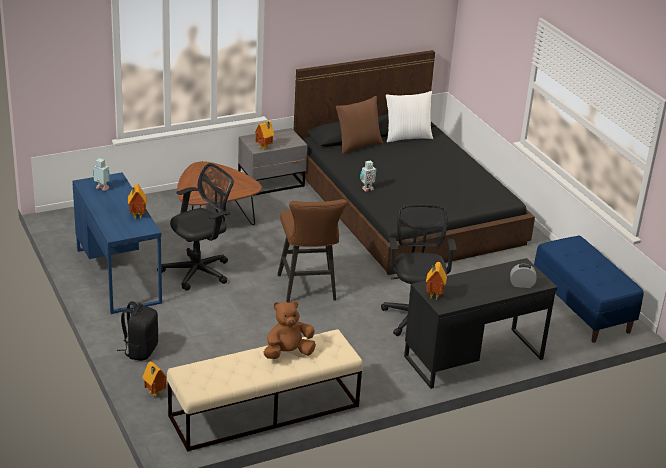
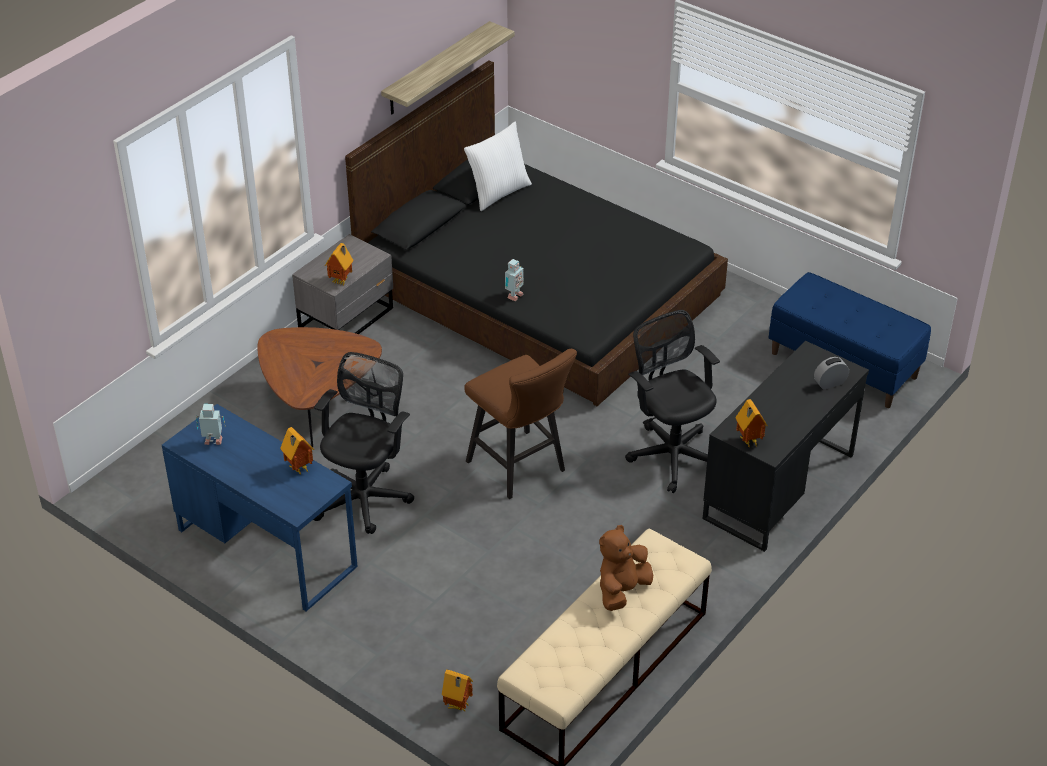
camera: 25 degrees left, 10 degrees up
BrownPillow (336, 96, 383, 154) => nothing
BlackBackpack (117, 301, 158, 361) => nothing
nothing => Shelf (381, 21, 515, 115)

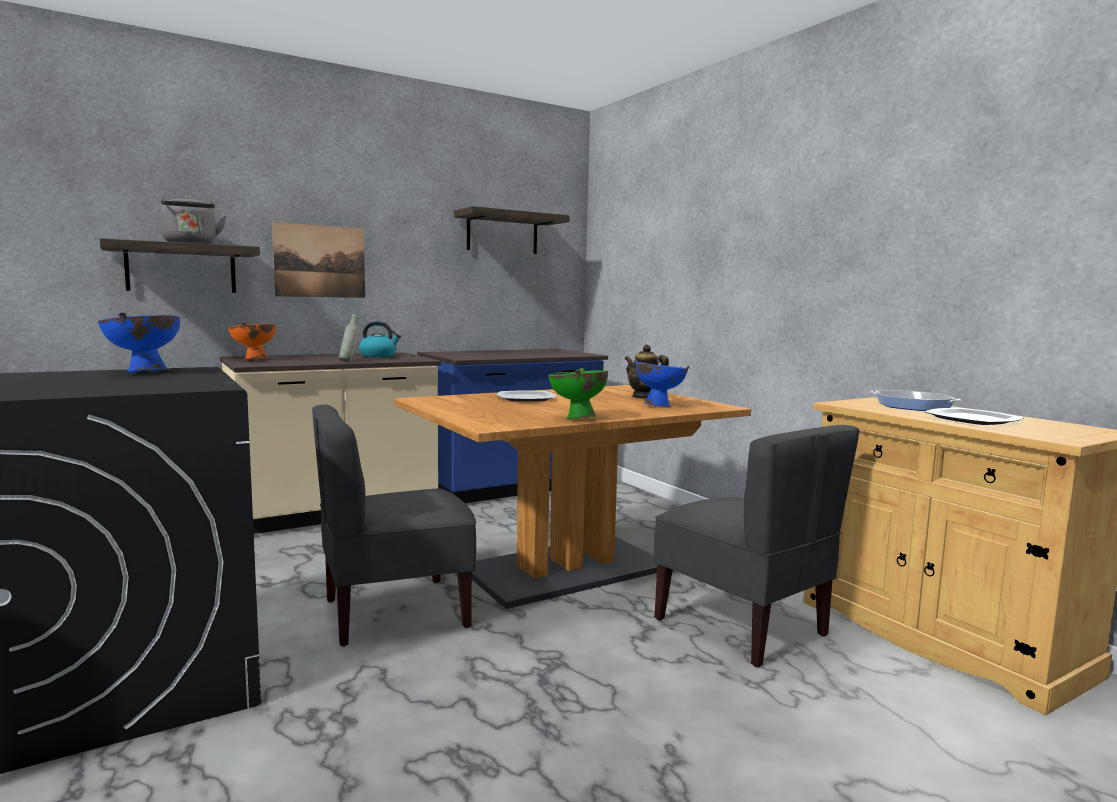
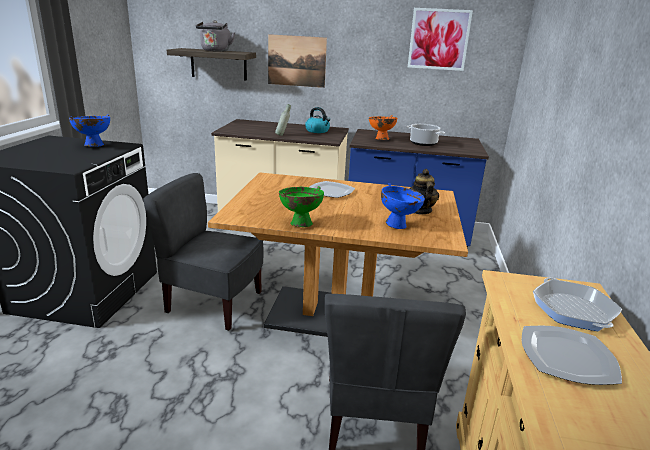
camera: 40 degrees right, 15 degrees up
Shelf (454, 206, 570, 254) => Picture (408, 8, 473, 71)
OrangeBowl (228, 322, 276, 360) => OrangeBowl (369, 115, 397, 140), moved
nothing => CookingPot (406, 124, 445, 146)

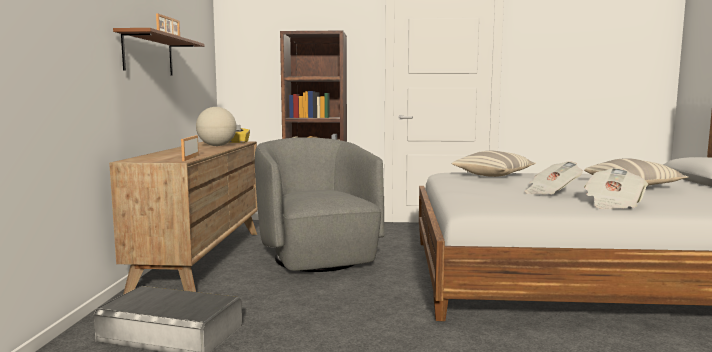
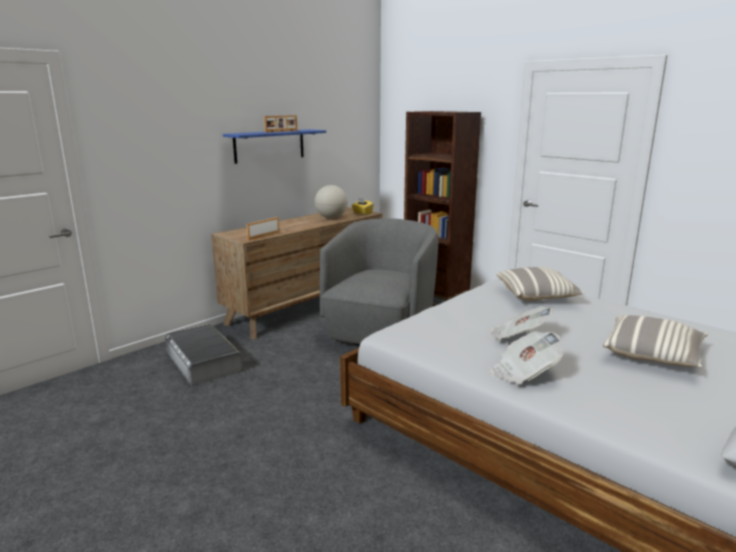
camera: 40 degrees right, 10 degrees up
BrownShelf (113, 28, 204, 76) => BlueShelf (223, 129, 326, 164)

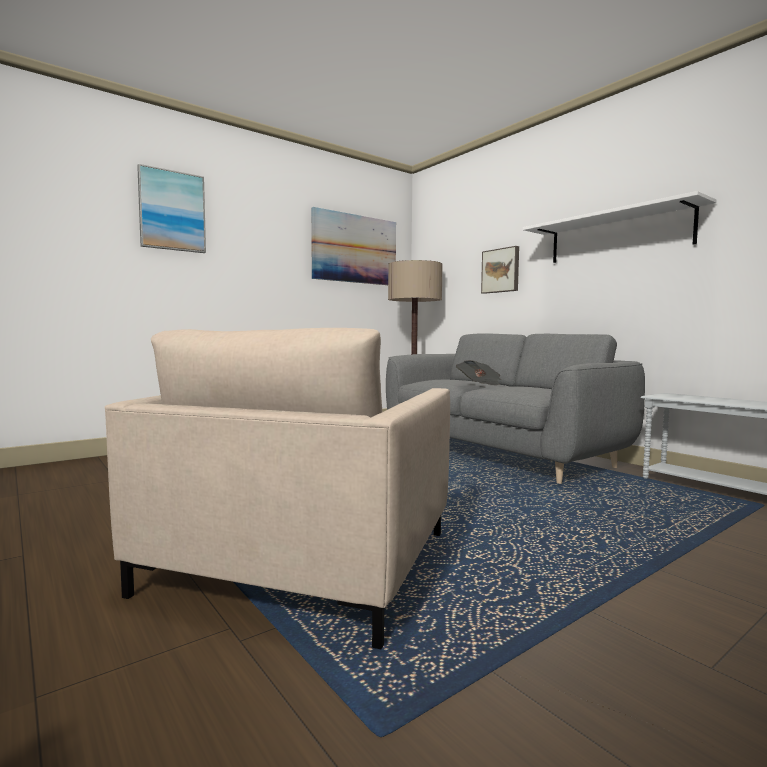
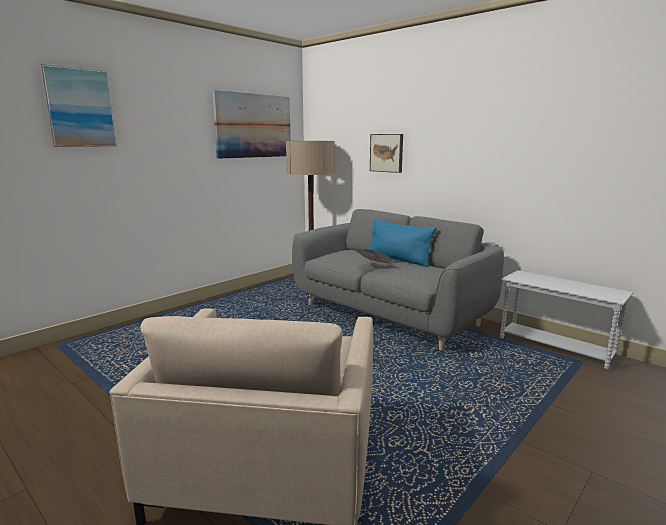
camera: 10 degrees left, 10 degrees up
WhiteShelf (523, 191, 717, 263) => nothing
nothing => BluePillow (368, 219, 437, 267)

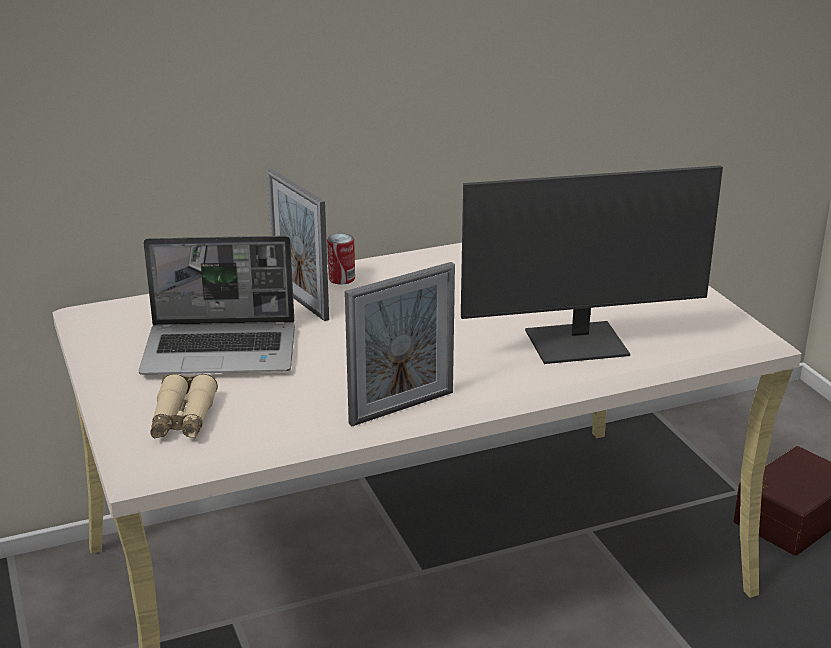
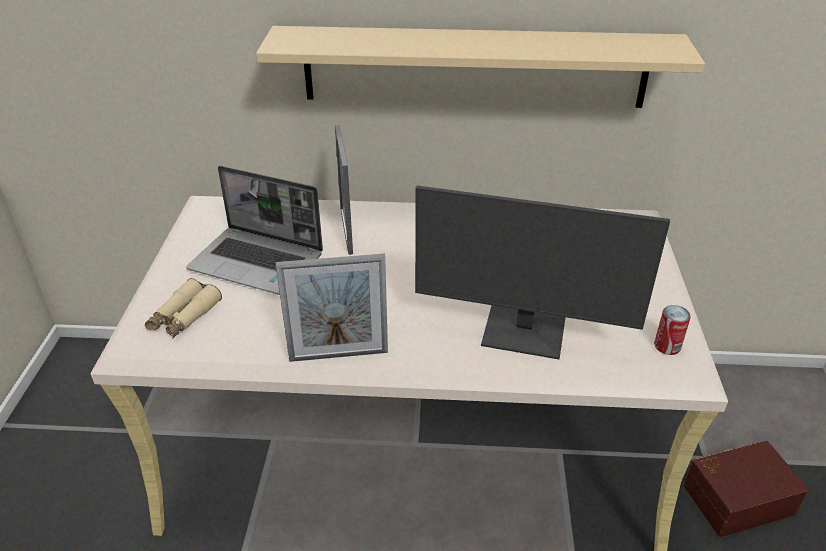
camera: 25 degrees right, 10 degrees up
Can (327, 233, 355, 285) => Can (654, 305, 691, 355), moved
nothing => BeigeShelf (256, 26, 705, 108)

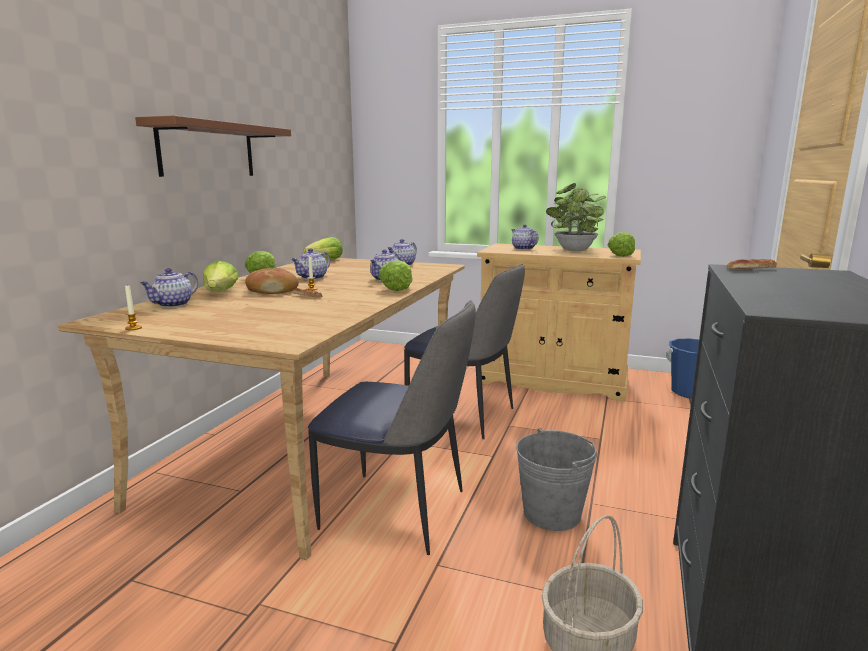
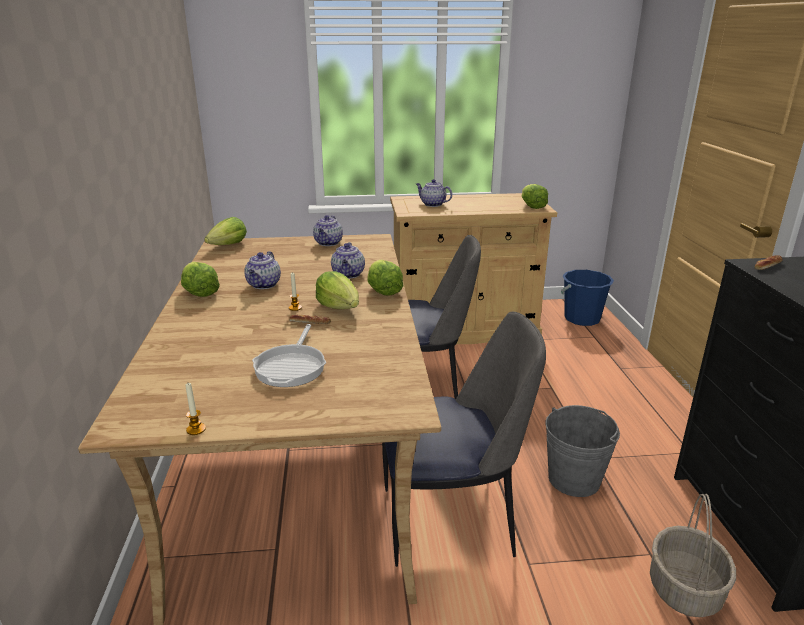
camera: 25 degrees left, 10 degrees up
BrownShelf (135, 115, 291, 177) => nothing
PottedPlant (546, 183, 606, 251) => nothing
Lettuce (203, 261, 239, 292) => Lettuce (316, 271, 359, 309), moved
Teapot (140, 268, 198, 307) => nothing
Bread (245, 268, 299, 294) => nothing
nothing => FryingPan (252, 324, 326, 387)

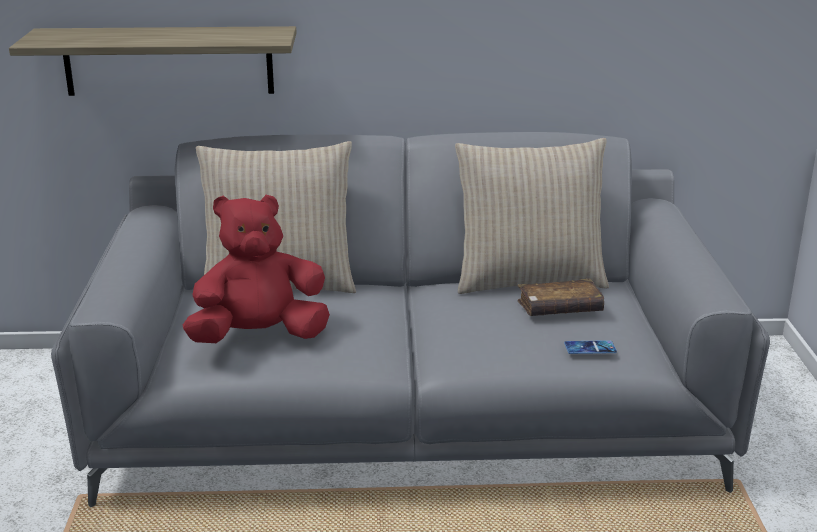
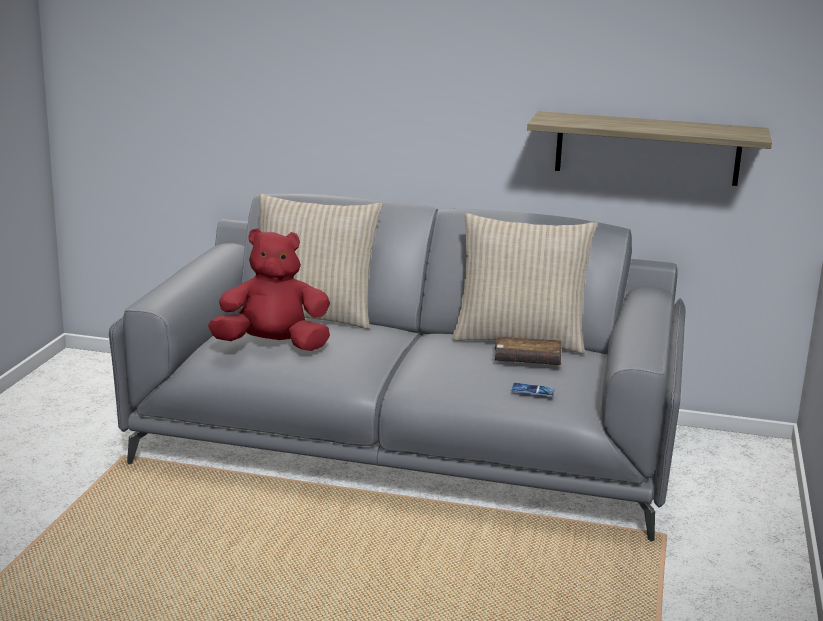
camera: 15 degrees right, 5 degrees down
Shelf (9, 26, 296, 96) => Shelf (527, 111, 772, 186), moved

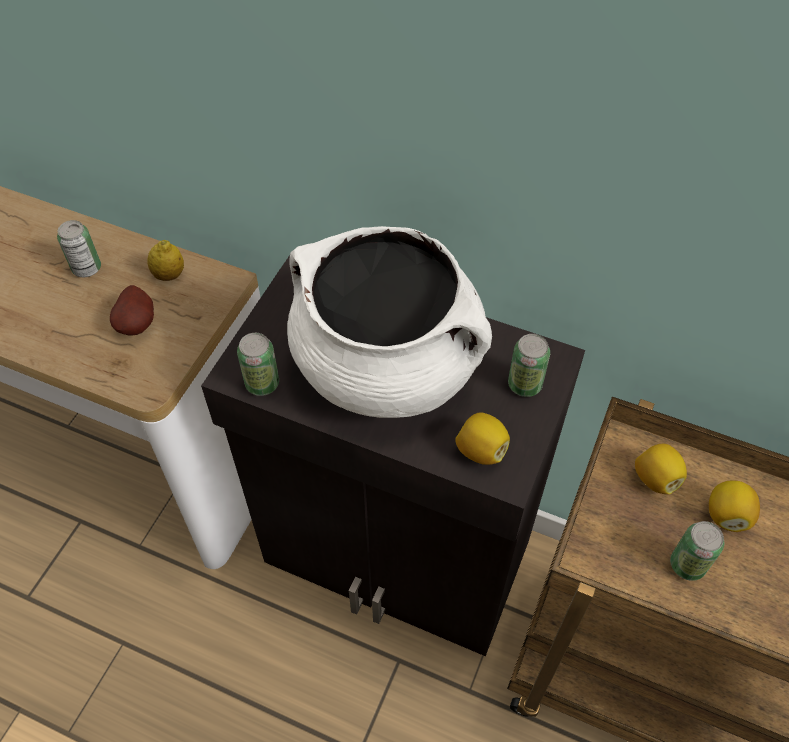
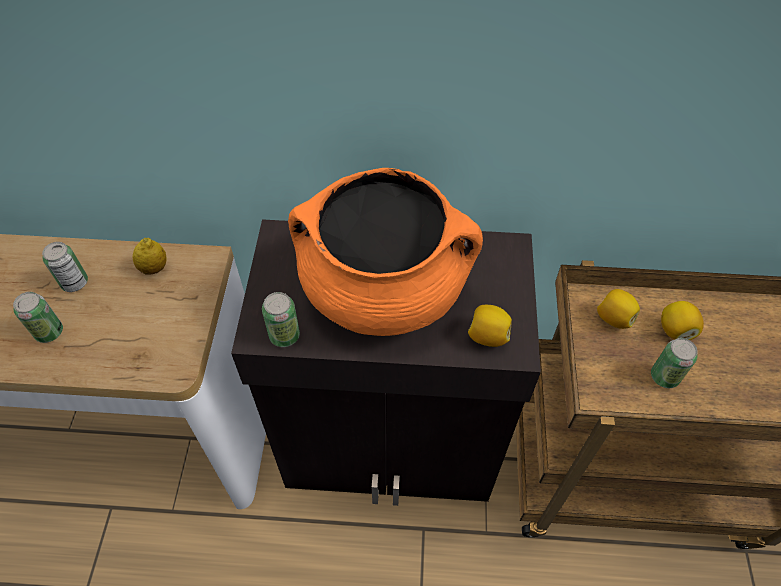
camera: 20 degrees left, 0 degrees up
WhiteCookingPot (287, 226, 492, 418) => OrangeCookingPot (288, 168, 483, 336)
Potato (110, 285, 154, 335) => nothing
Can (508, 334, 550, 397) => Can (13, 292, 63, 343), moved

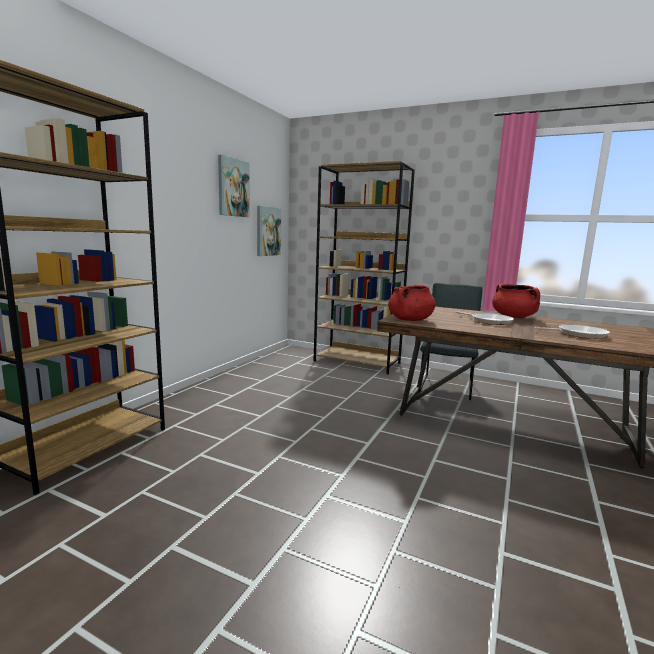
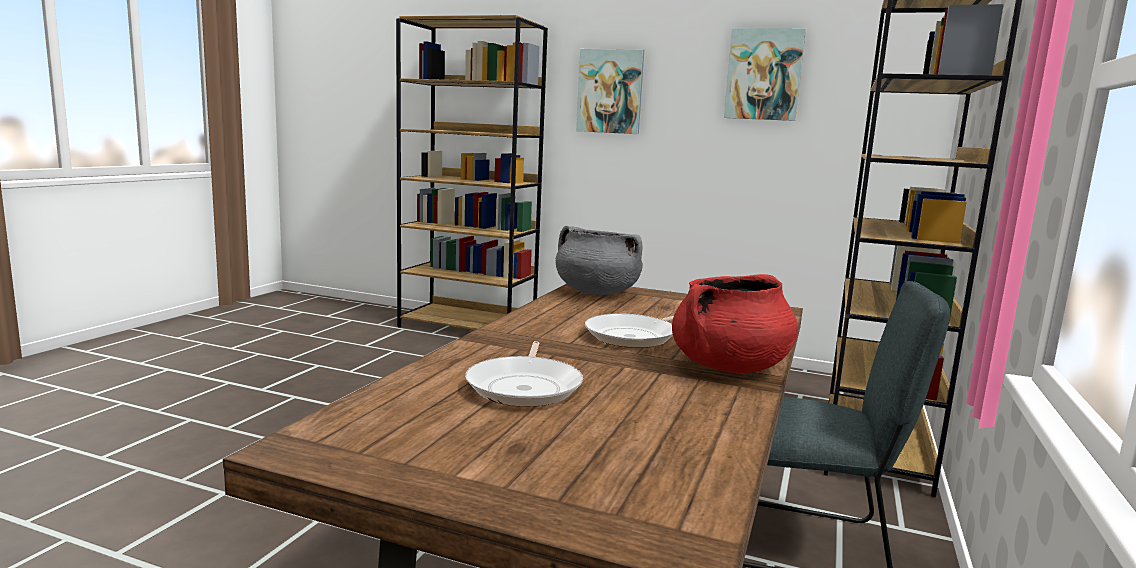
camera: 85 degrees right, 0 degrees up
Picture (257, 206, 281, 256) => Picture (576, 49, 644, 134), moved
RedCookingPot (388, 285, 436, 321) => GreyCookingPot (556, 226, 643, 295)

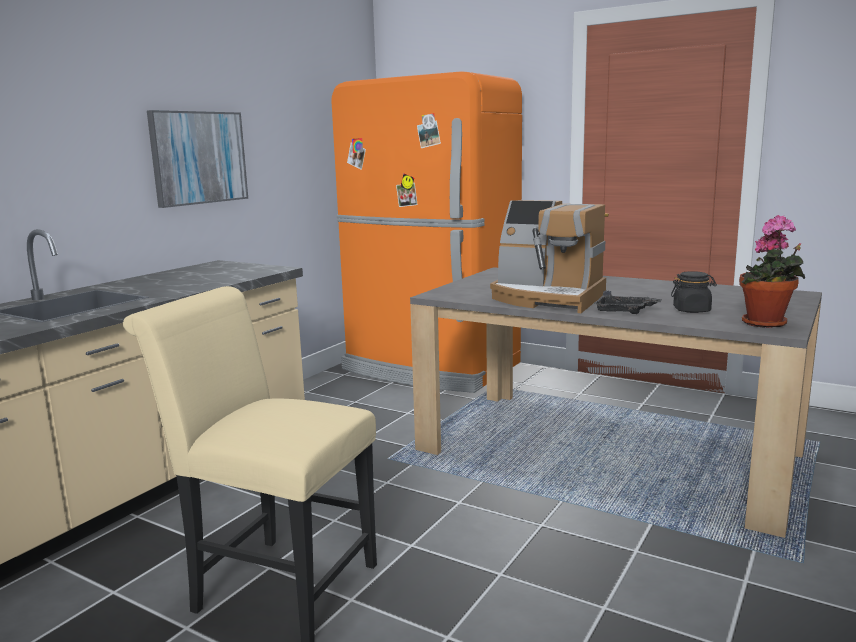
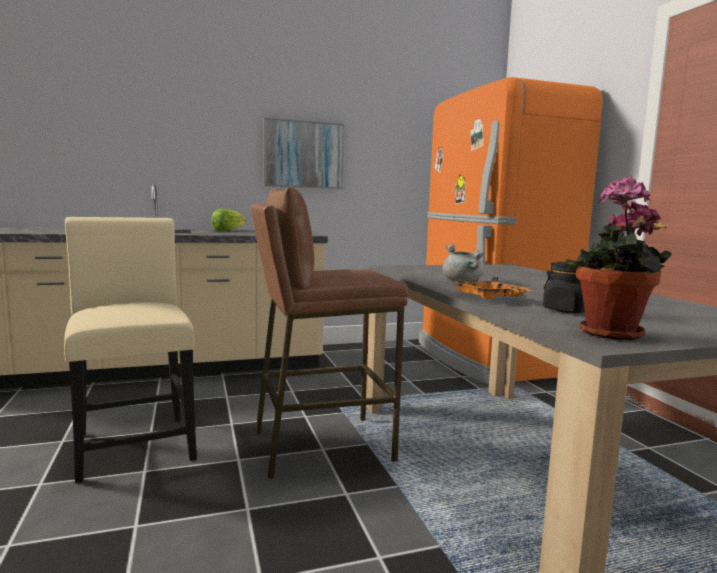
camera: 40 degrees right, 5 degrees down
CoffeeMachine (490, 200, 606, 313) => GreyCookingPot (442, 244, 484, 282)
BlackTray (593, 291, 662, 314) => OrangeTray (456, 276, 533, 299)
nothing => BrownStool (251, 187, 408, 479)
nothing => Lettuce (211, 208, 246, 231)

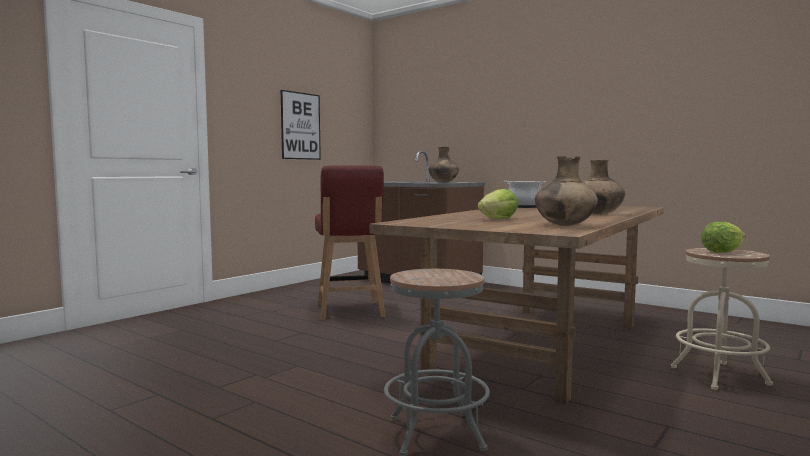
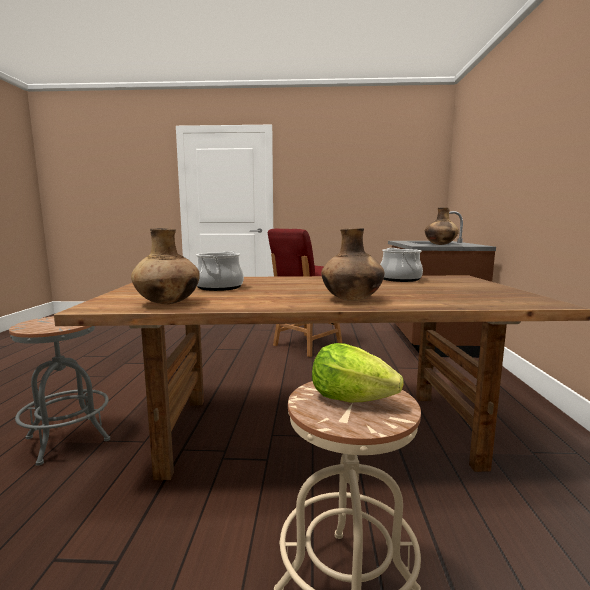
camera: 55 degrees right, 5 degrees up
Picture (281, 90, 321, 160) => nothing
Lettuce (478, 189, 518, 219) => CookingPot (196, 251, 244, 291)

